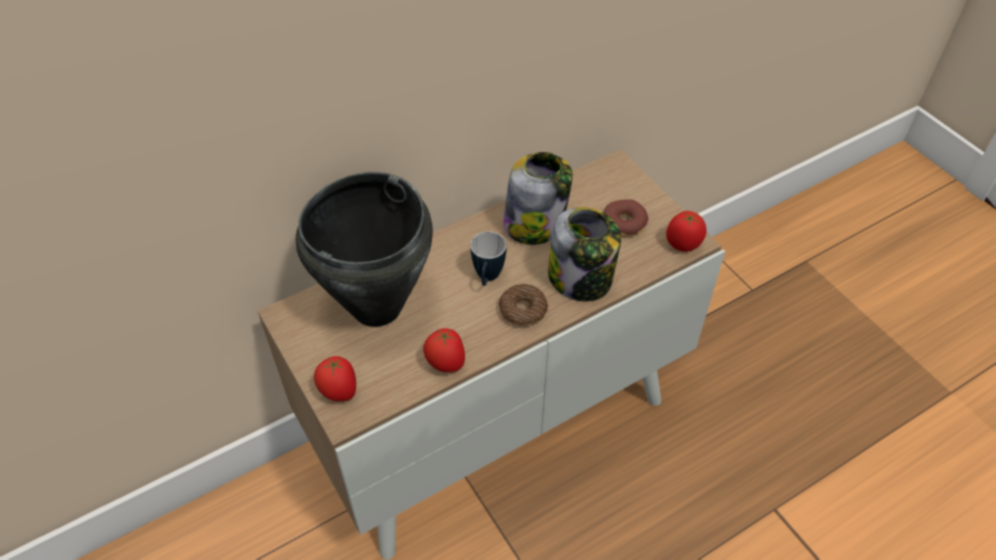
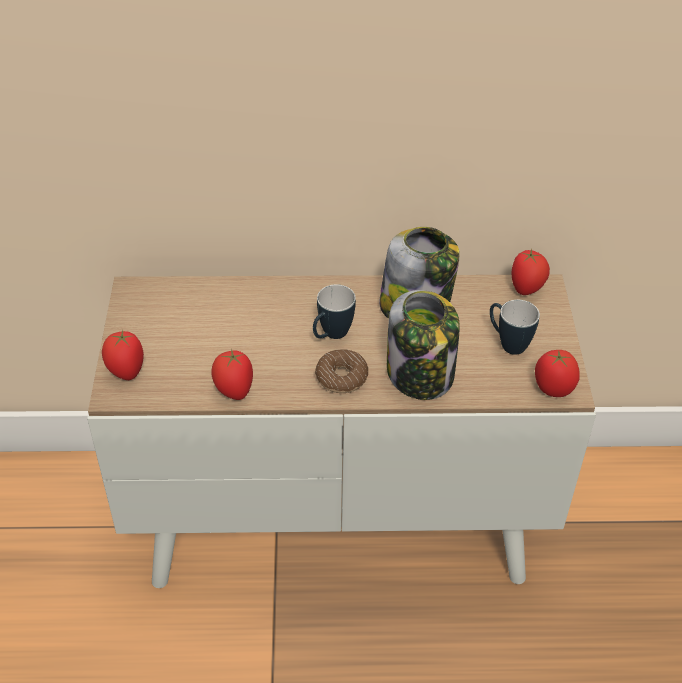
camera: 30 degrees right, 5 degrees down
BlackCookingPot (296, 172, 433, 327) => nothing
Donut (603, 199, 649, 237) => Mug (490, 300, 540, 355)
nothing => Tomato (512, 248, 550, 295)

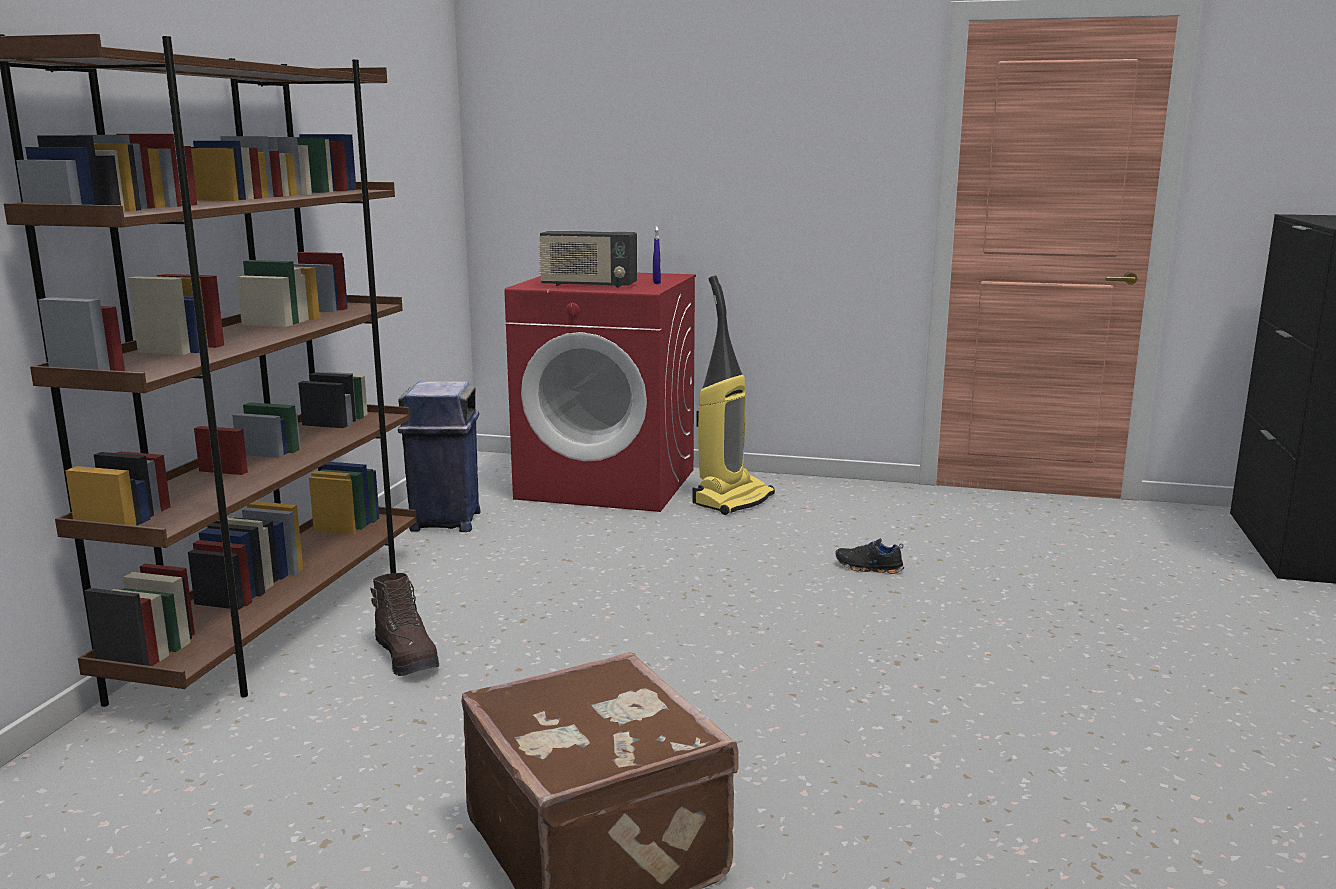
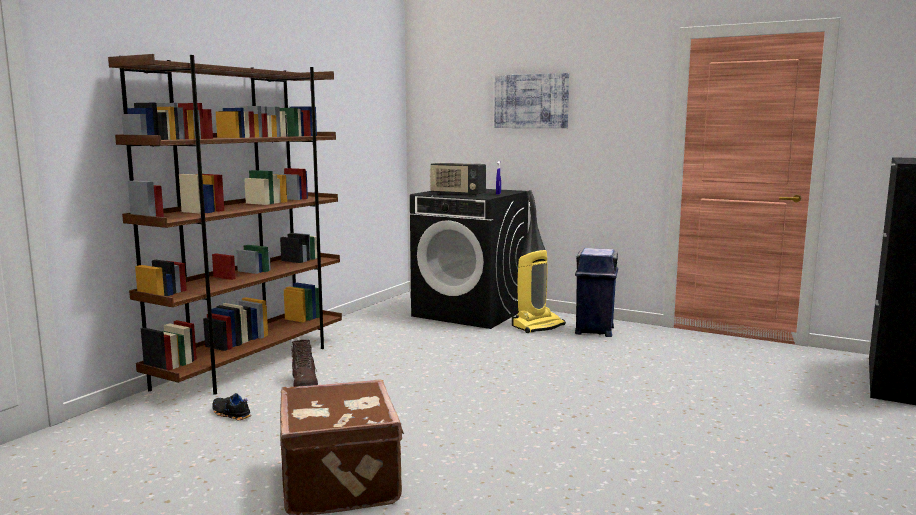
camera: 15 degrees right, 5 degrees down
RedWashingMachine (504, 273, 696, 512) => BlackWashingMachine (410, 189, 528, 329)
BlueTrashCan (398, 381, 481, 532) => BlueTrashCan (575, 248, 618, 337), moved
BlackShoe (835, 539, 904, 574) => BlackShoe (212, 393, 251, 421), moved
nothing => Picture (494, 73, 569, 128)

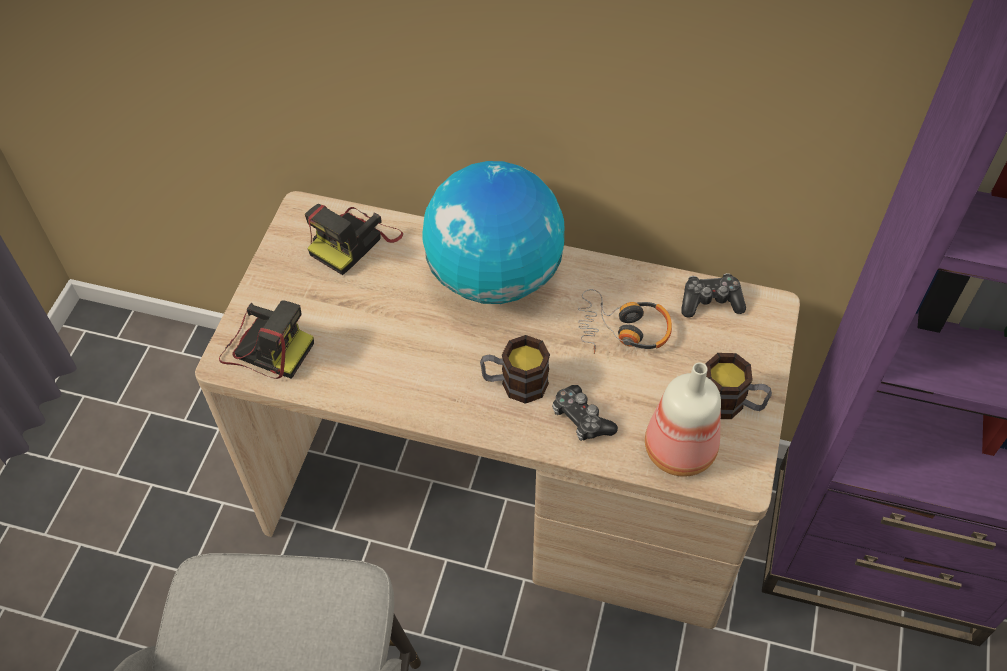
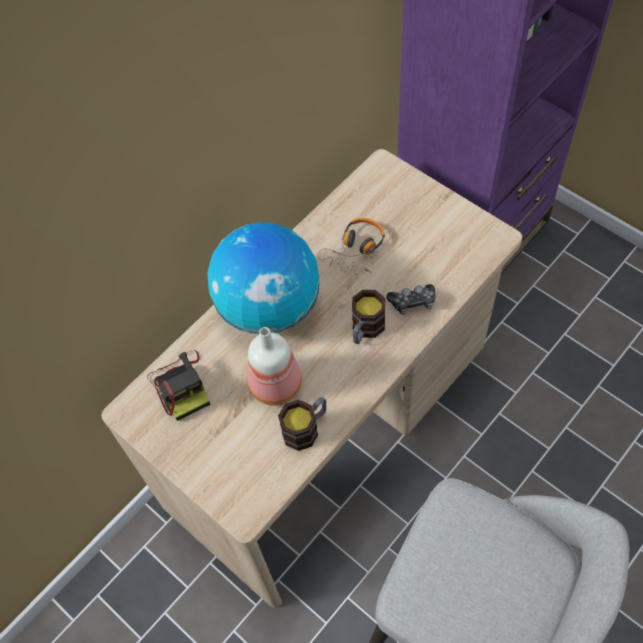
camera: 60 degrees left, 5 degrees up
GameController (681, 273, 746, 318) => nothing
PhotoCamera (219, 300, 314, 379) => nothing
Mug (705, 353, 772, 419) => Mug (278, 397, 326, 451), moved
Bottle (645, 362, 721, 477) => Bottle (247, 327, 302, 406), moved

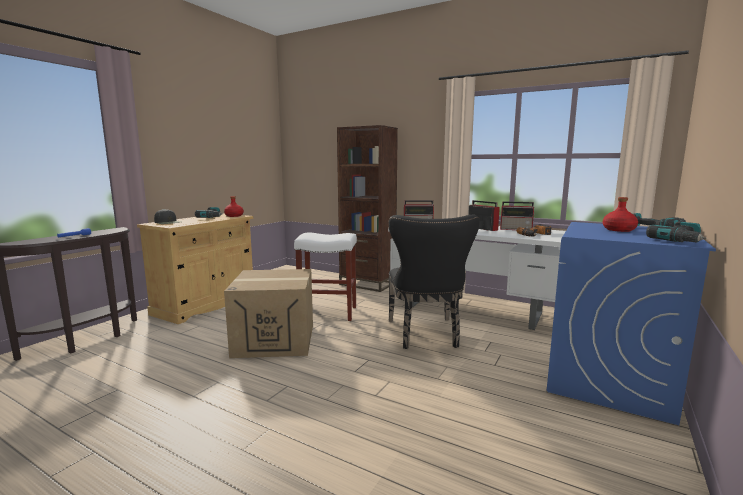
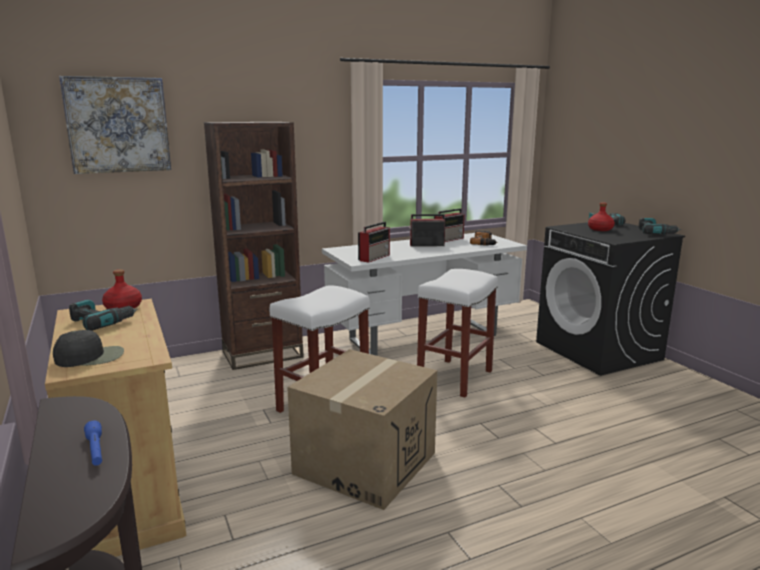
camera: 55 degrees left, 5 degrees up
BlackChair (388, 215, 479, 349) => WhiteStool (417, 269, 498, 398)
BlueWashingMachine (547, 222, 716, 425) => BlackWashingMachine (536, 222, 685, 376)
nothing => Picture (59, 76, 171, 174)

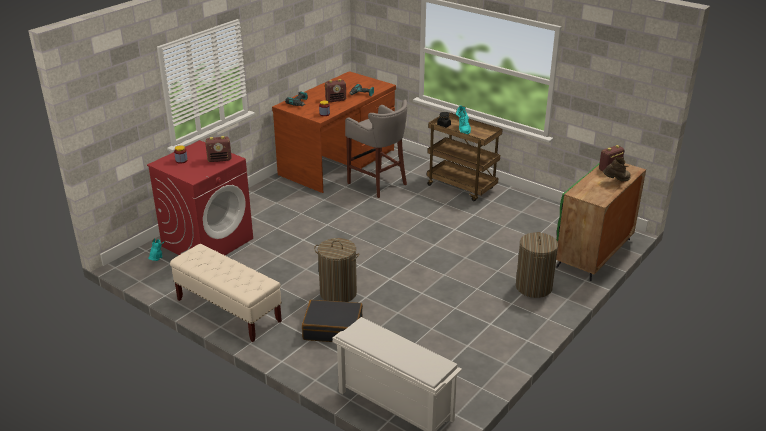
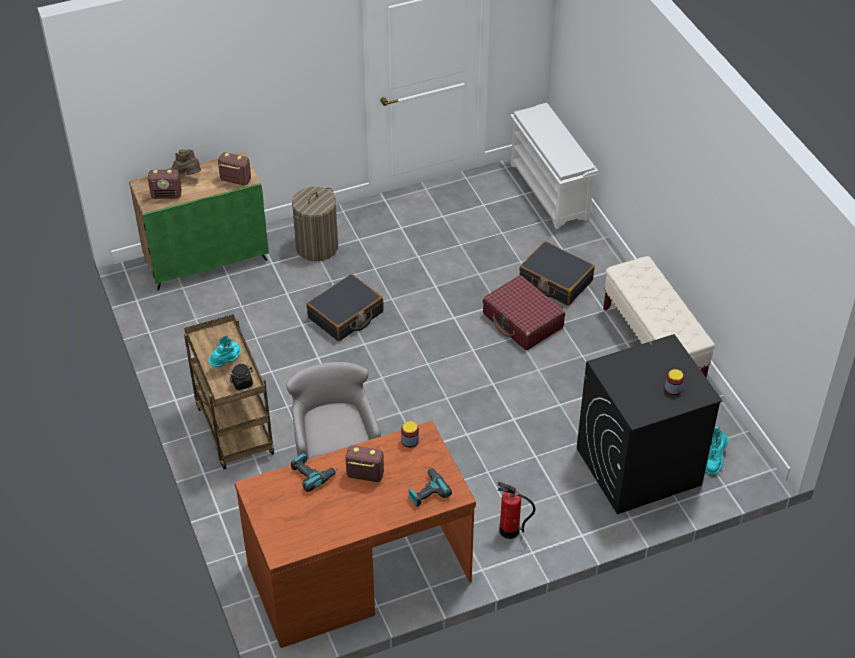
camera: 150 degrees left, 15 degrees up
Radio (205, 136, 232, 162) => Radio (218, 152, 251, 185), moved
RedWashingMachine (147, 140, 253, 255) => BlackWashingMachine (577, 334, 723, 514)
LaundryBasket (314, 238, 359, 302) => RedSuitcase (483, 275, 565, 350)
nothing => BlackSuitcase (306, 274, 384, 341)
nothing => FireExtinguisher (497, 482, 535, 539)

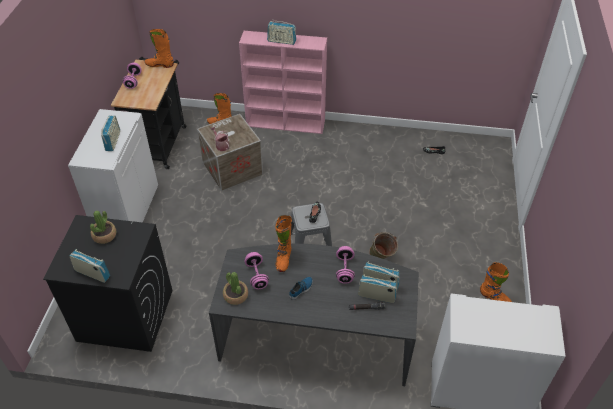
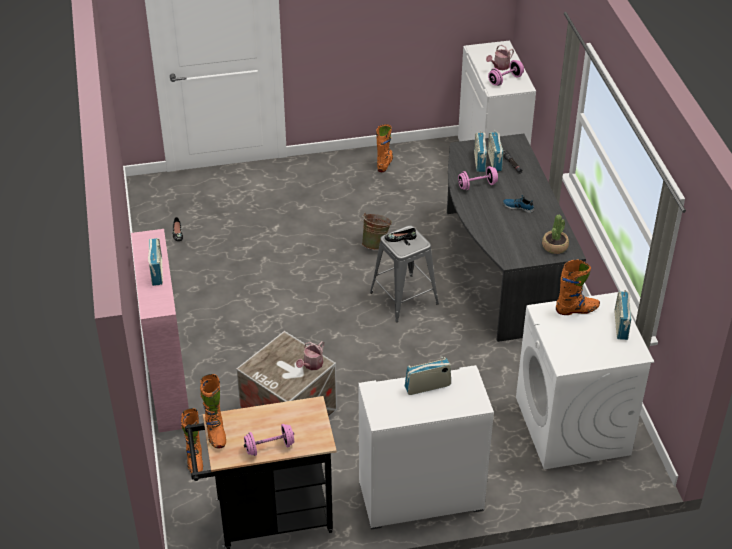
camera: 110 degrees left, 5 degrees down
PottedPlant (90, 211, 116, 244) => nothing
BlackWashingMachine (43, 215, 172, 352) => WhiteWashingMachine (516, 292, 654, 469)
OrangeBoot (275, 215, 292, 272) => OrangeBoot (556, 259, 600, 315), moved
PinkDumbbell (244, 252, 269, 289) => PinkDumbbell (488, 60, 524, 86), moved
nothing => WateringCan (486, 45, 514, 70)

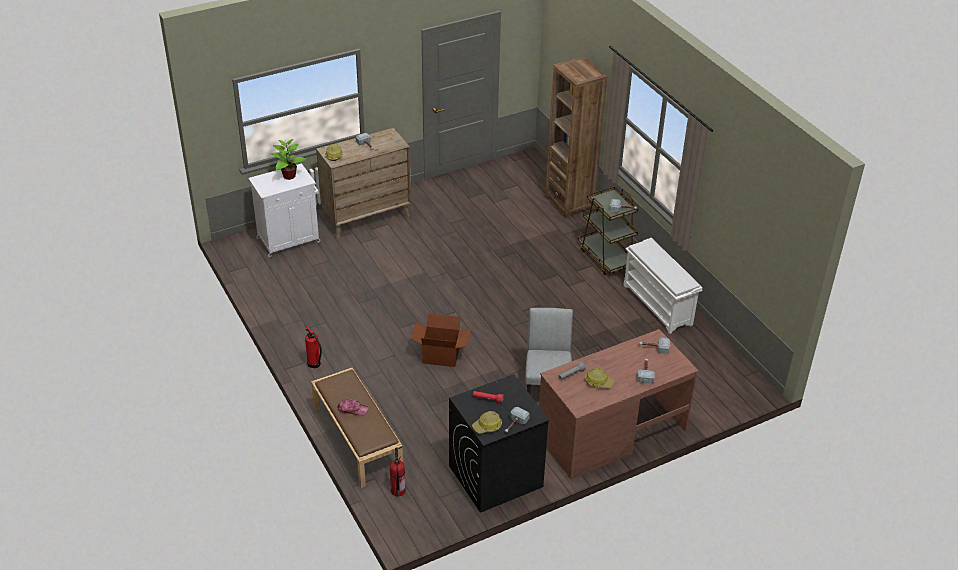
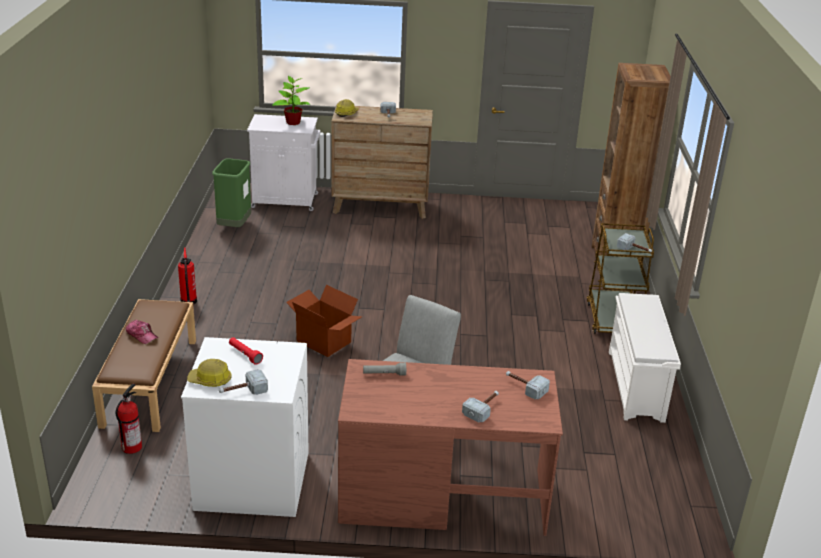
camera: 30 degrees right, 10 degrees down
HardHat (585, 368, 614, 388) => nothing
BlackWashingMachine (449, 374, 550, 513) => WhiteWashingMachine (181, 337, 309, 517)
nothing => GreenTrashCan (212, 158, 251, 227)

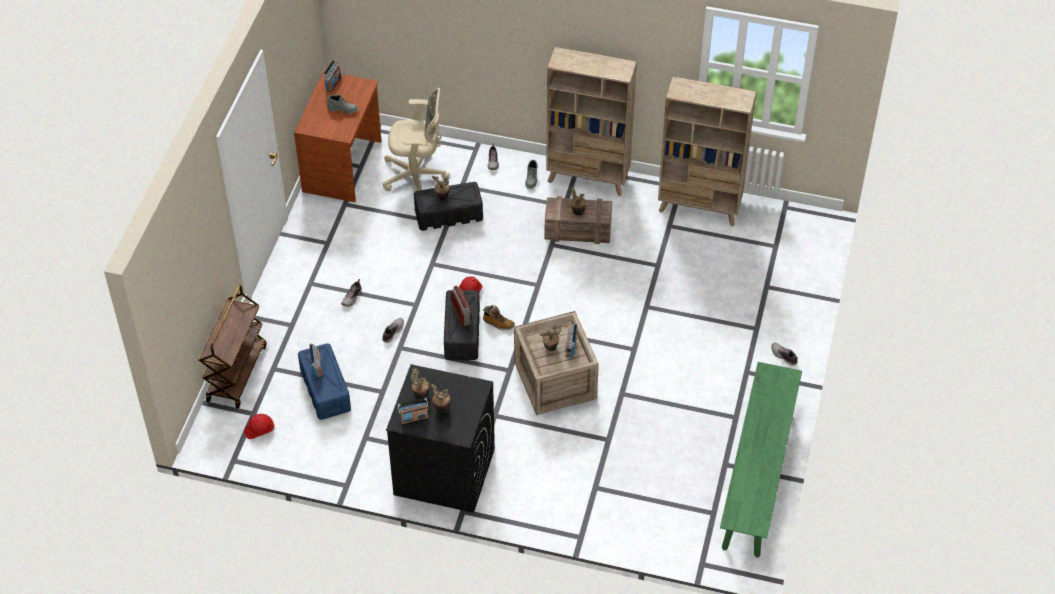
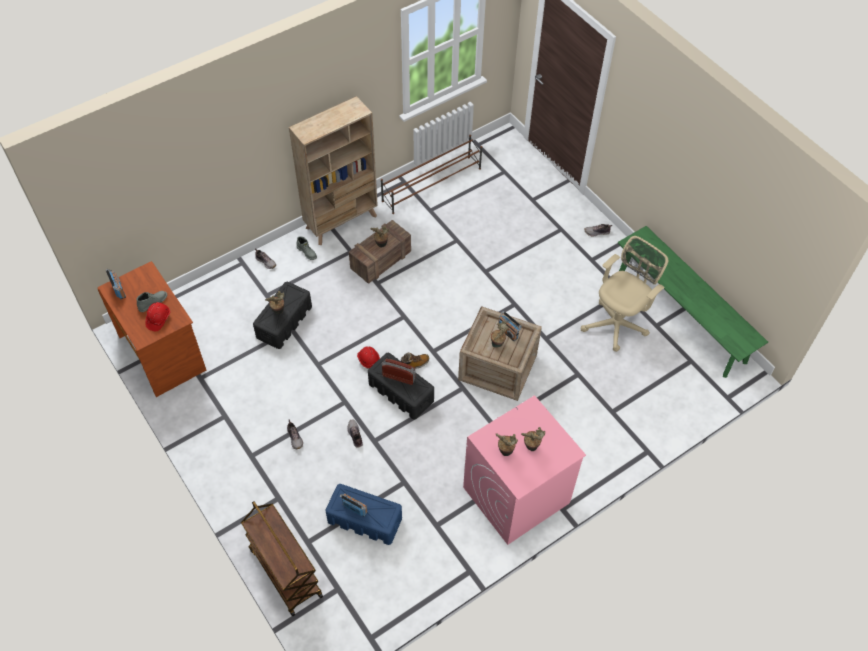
camera: 50 degrees left, 5 degrees up
BeigeBookcase (658, 76, 756, 226) => BrownShoeRack (381, 135, 482, 214)
BeigeOfficeChair (383, 88, 450, 191) => BeigeOfficeChair (581, 236, 668, 352), moved
BlackWashingMachine (386, 364, 495, 513) => PinkWashingMachine (463, 395, 586, 545)
Radio (397, 397, 429, 425) => nothing
RedHardHat (244, 414, 275, 439) => RedHardHat (145, 302, 170, 331), moved

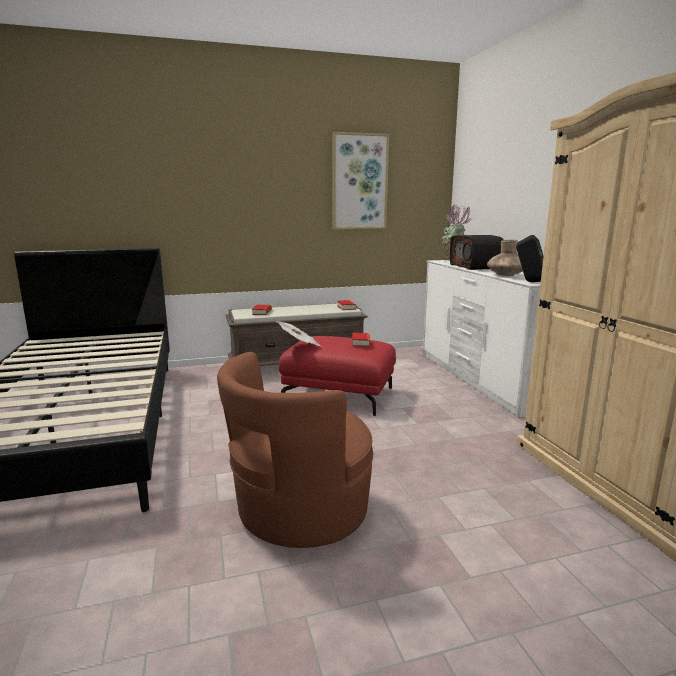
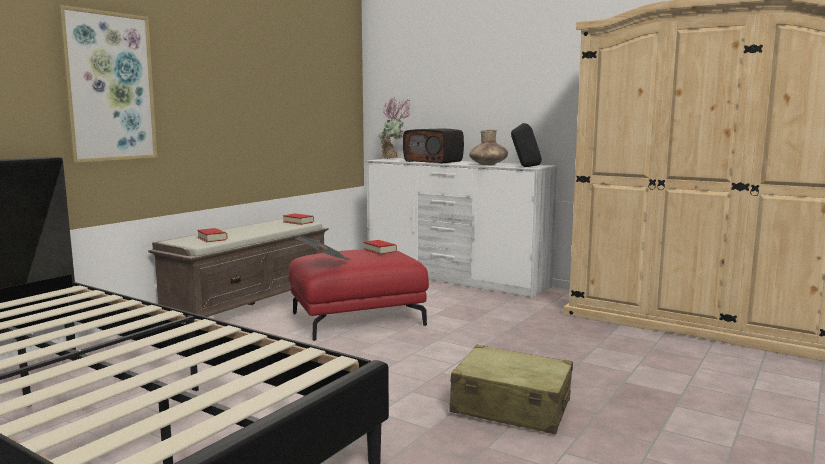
camera: 40 degrees left, 5 degrees down
Picture (332, 132, 389, 229) => Picture (57, 5, 157, 163), moved
BrownArmchair (217, 352, 373, 548) => BeigeSuitcase (449, 345, 573, 434)

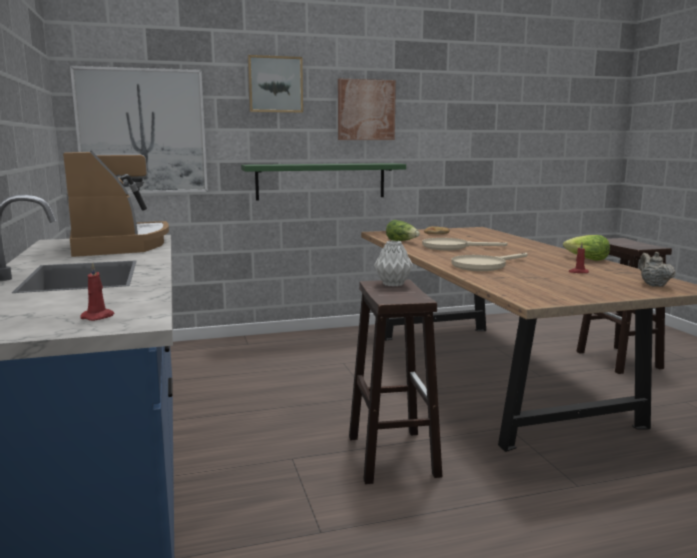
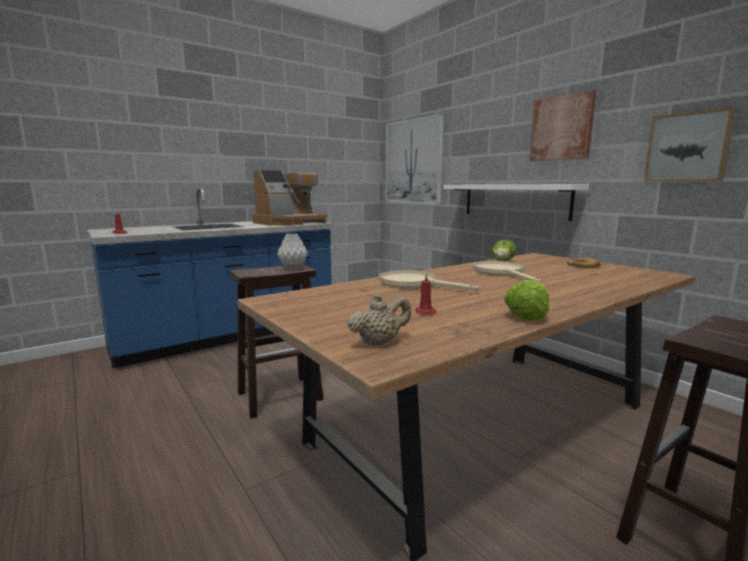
camera: 70 degrees right, 0 degrees up
Picture (248, 55, 303, 113) => Picture (644, 107, 736, 182), moved
GreenShelf (241, 163, 406, 201) => WhiteShelf (443, 184, 589, 221)

